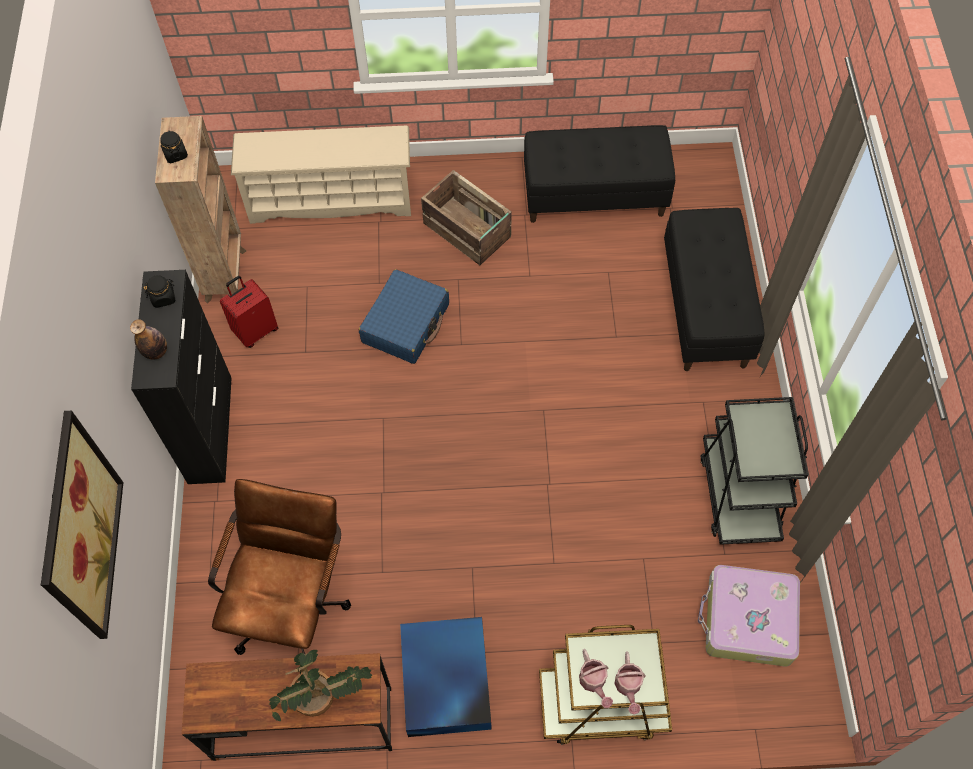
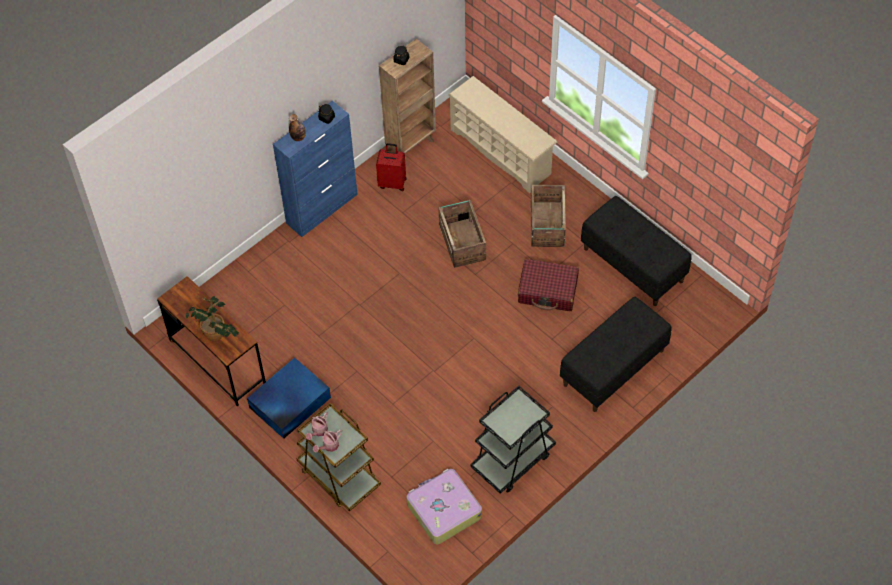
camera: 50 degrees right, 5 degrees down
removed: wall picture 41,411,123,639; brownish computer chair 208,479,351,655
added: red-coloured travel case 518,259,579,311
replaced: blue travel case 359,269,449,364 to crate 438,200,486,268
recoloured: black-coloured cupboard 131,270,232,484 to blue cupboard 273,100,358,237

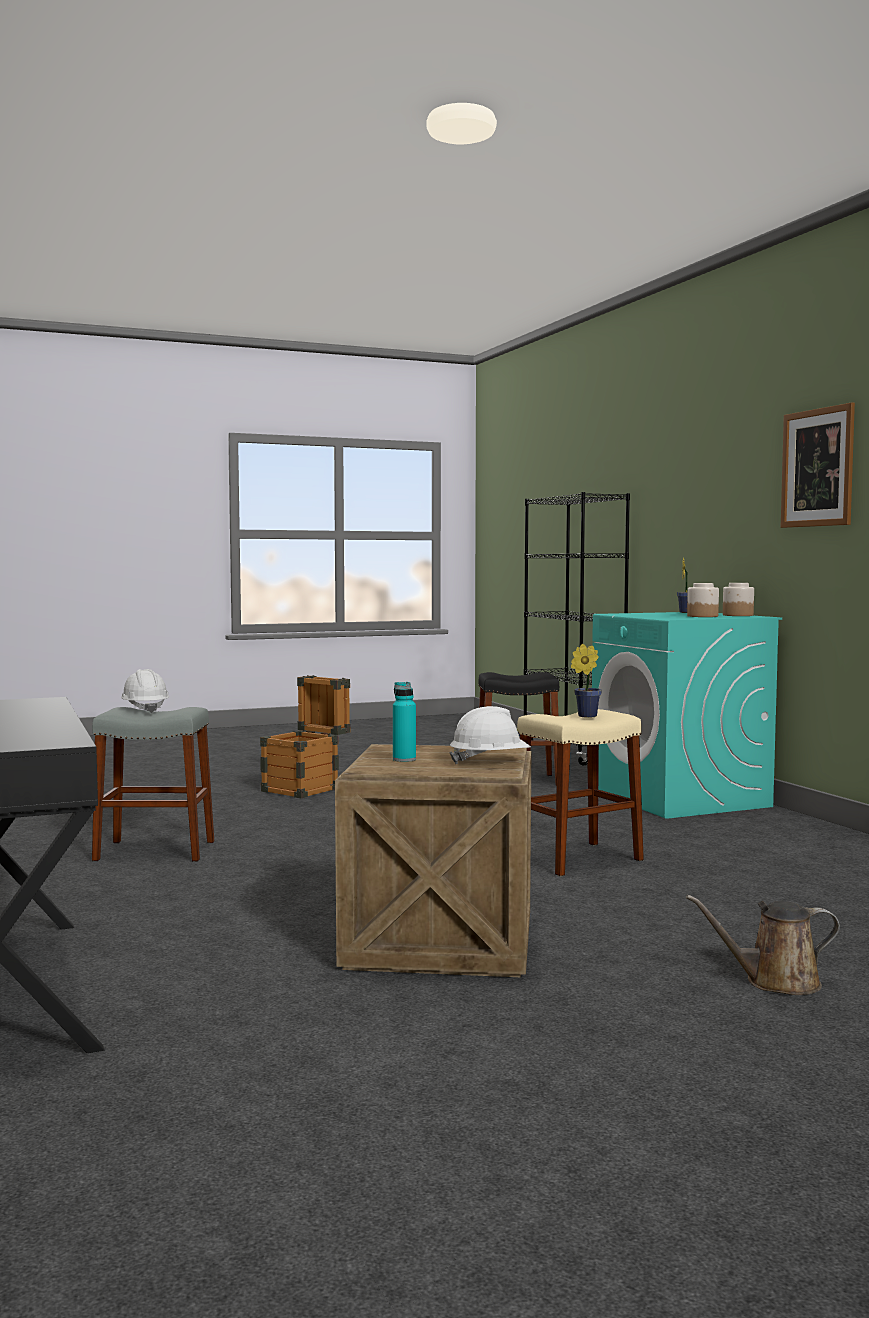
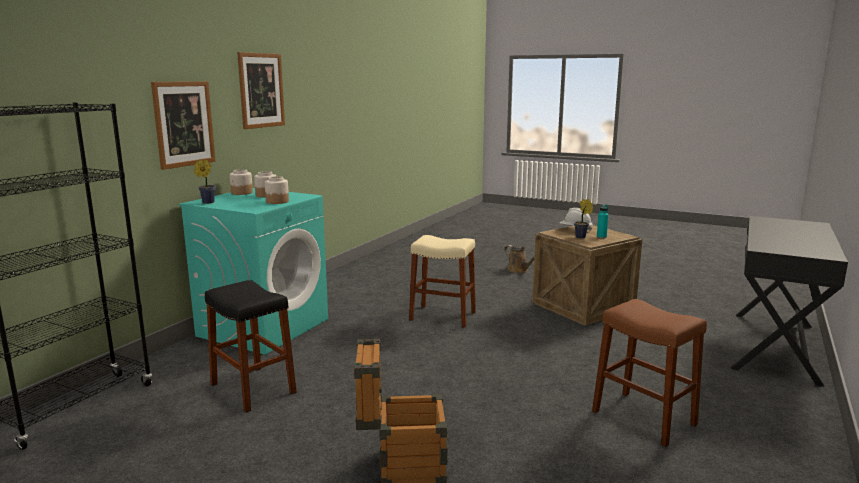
camera: 130 degrees left, 10 degrees up
removed: whitish work helmet 121,669,169,713
added: wall picture 151,81,216,170; storage jar 265,176,289,204
moved: potted plant 571,644,602,718 to 574,199,593,238
recoloured: gray sitting stool 92,707,214,862 to brownish sitting stool 592,299,707,447

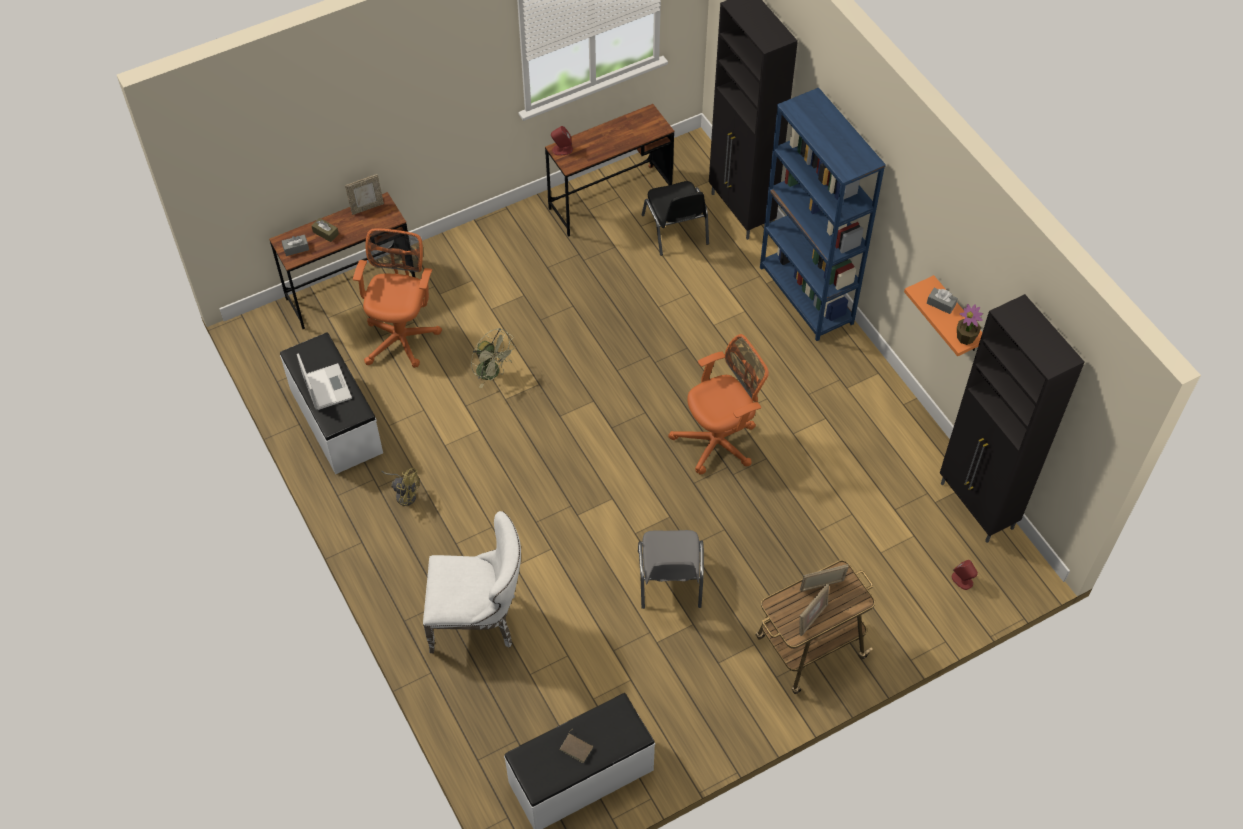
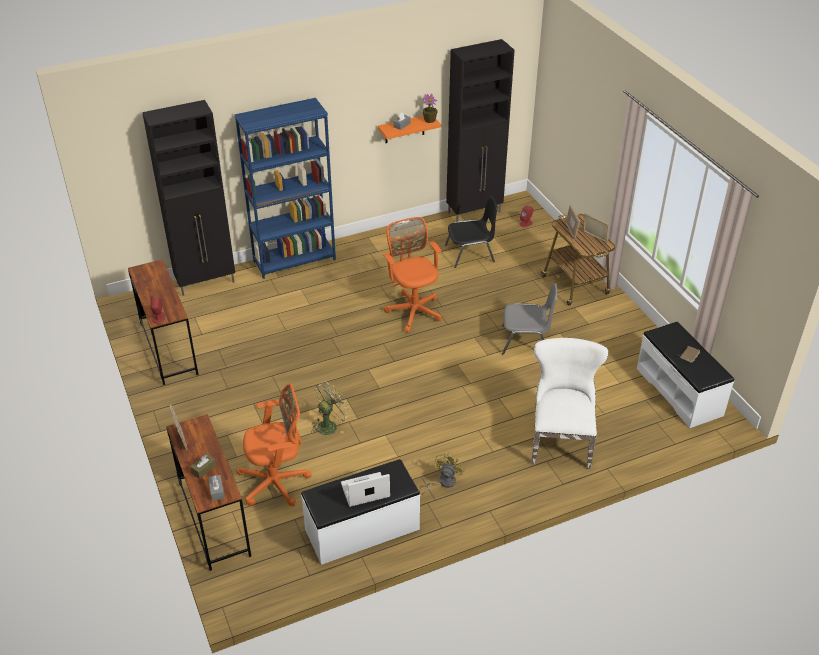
camera: 85 degrees left, 15 degrees down
moved: black-coloured chair 642,181,709,256 to 445,196,498,268
turned: orangey computer chair 353,228,442,368 = 236,383,312,506 150 degrees clockwise

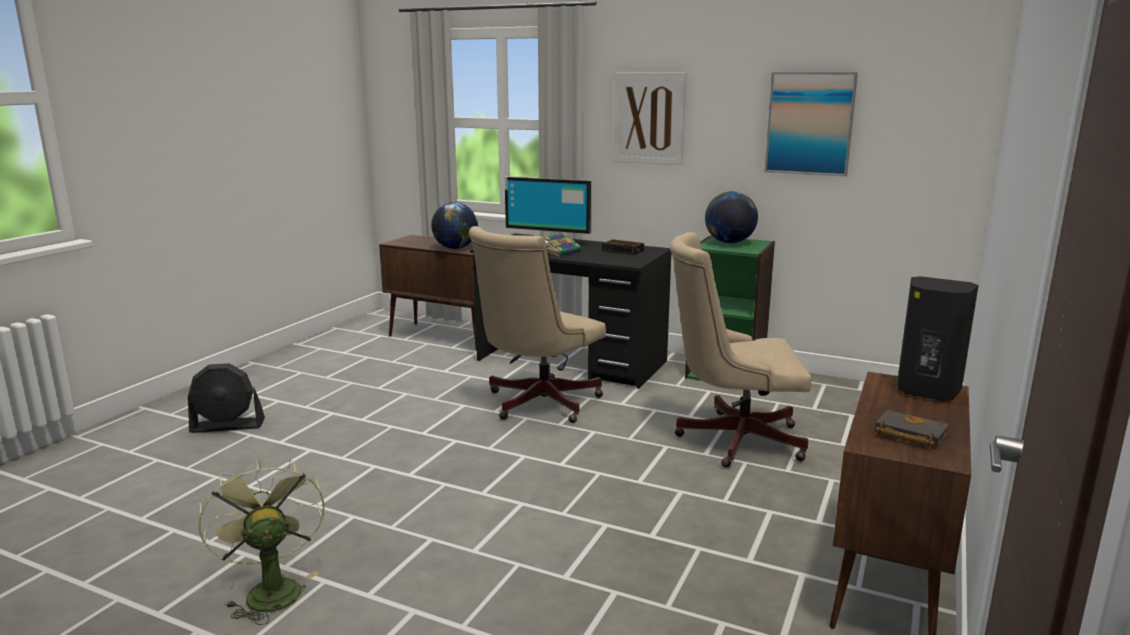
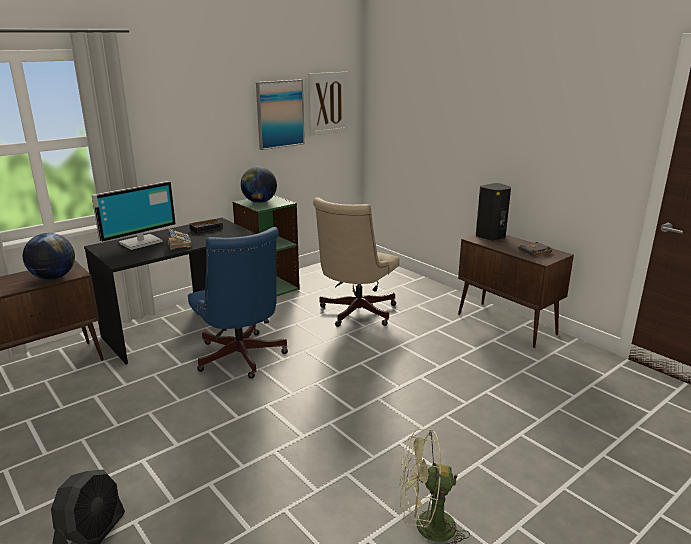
camera: 65 degrees left, 5 degrees up
moved: wall picture 614,73,686,165 to 308,72,348,136
recoloured: beige computer chair 469,226,606,423 to blue computer chair 188,227,288,379

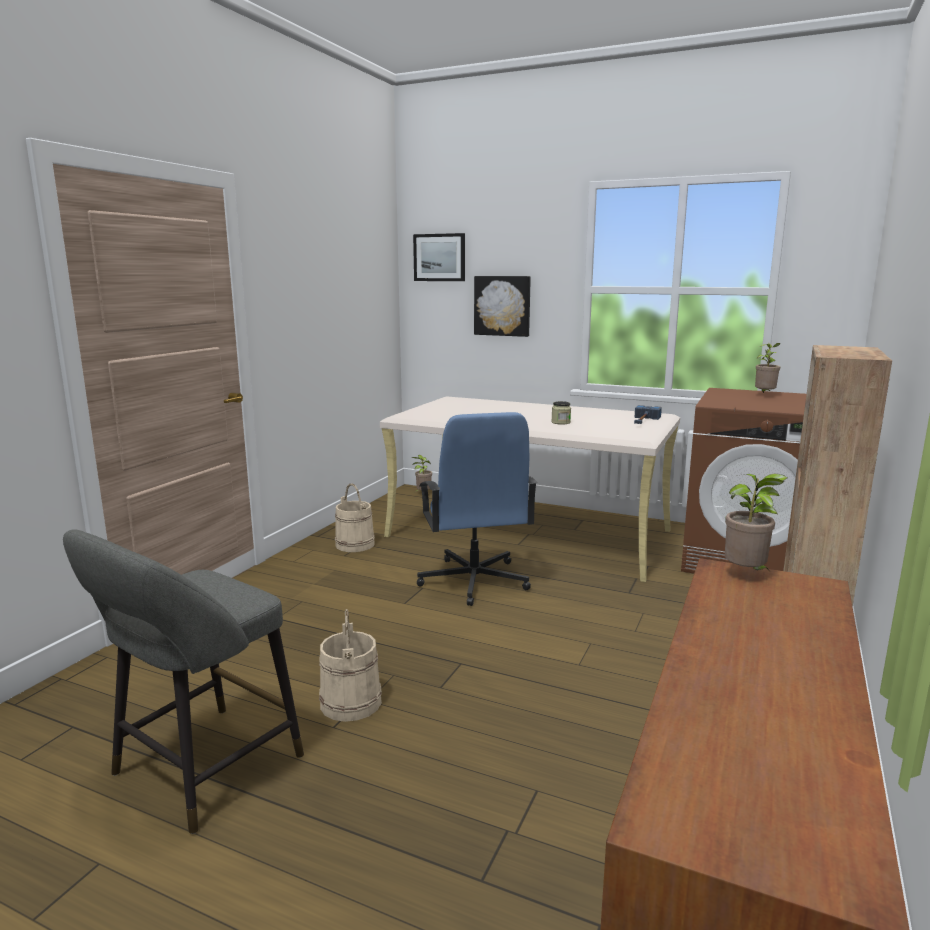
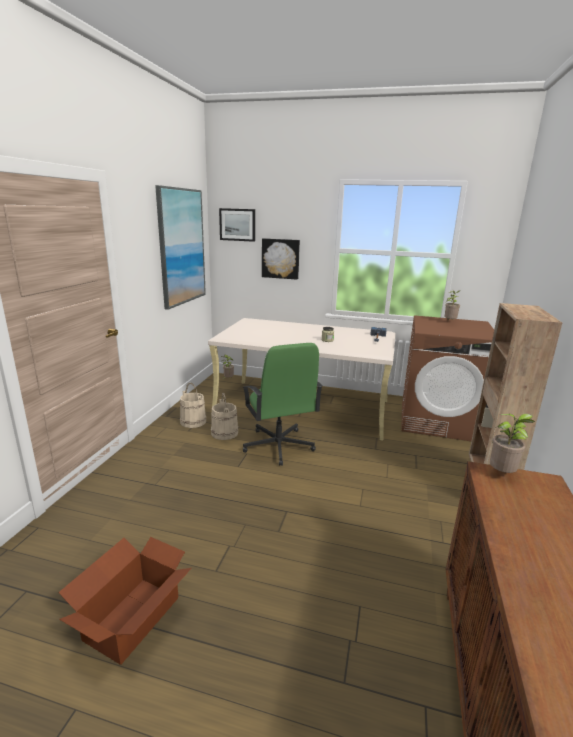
camera: 10 degrees left, 5 degrees up
added: wall picture 155,185,206,310
moved: beige water bucket 319,609,382,722 to 211,392,239,440
replaced: gray sitting stool 63,529,304,834 to packing box 58,537,192,665
recoloured: blue computer chair 417,412,538,606 to greenish computer chair 242,343,323,466

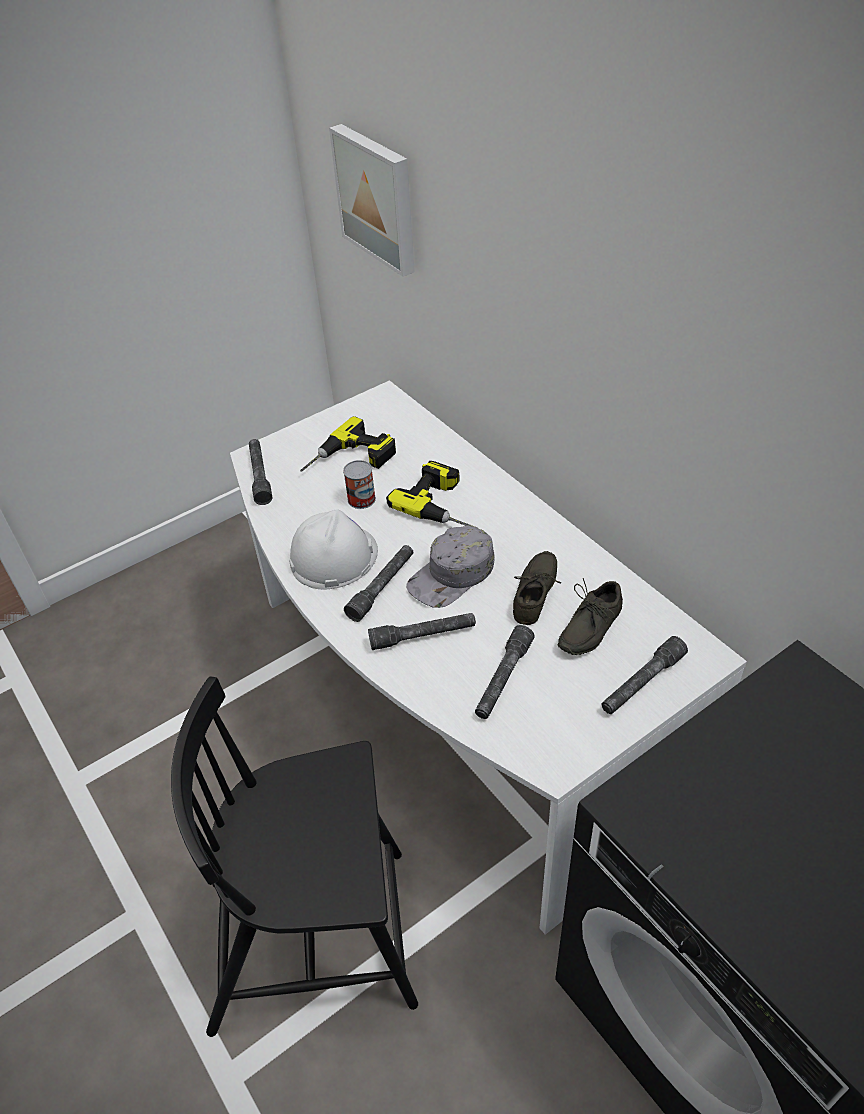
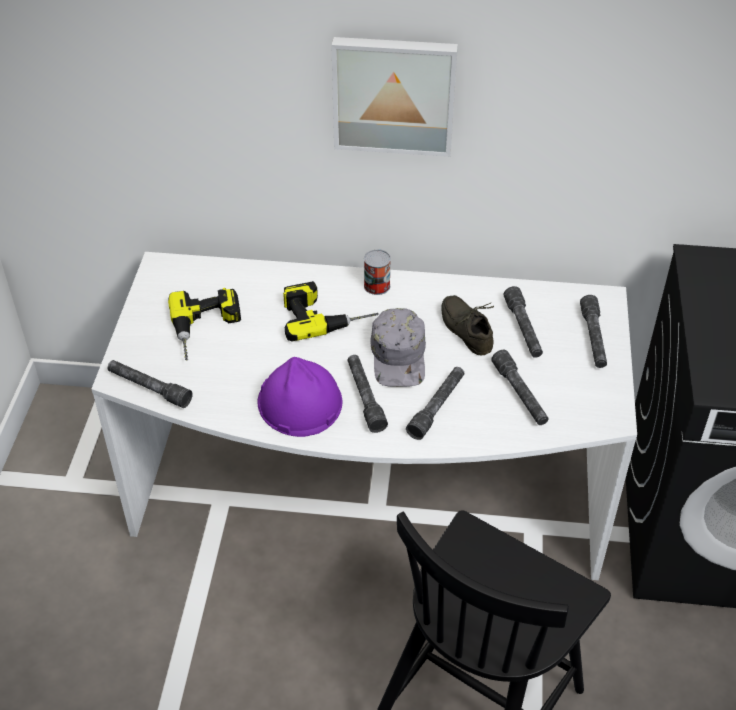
camera: 50 degrees left, 0 degrees up
moved: wall picture 329,124,415,277 to 331,37,458,157; sealed can 343,460,376,509 to 364,249,391,295
replaced: gray low shoe 558,578,623,655 to gray flashlight 503,286,543,358
recoloured: whitish work helmet 289,509,378,589 to purplish work helmet 258,357,342,437

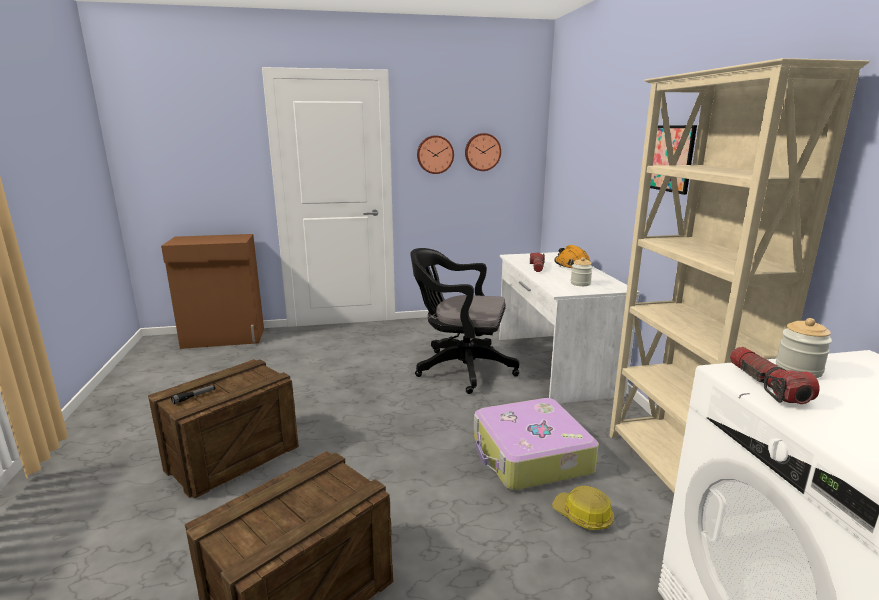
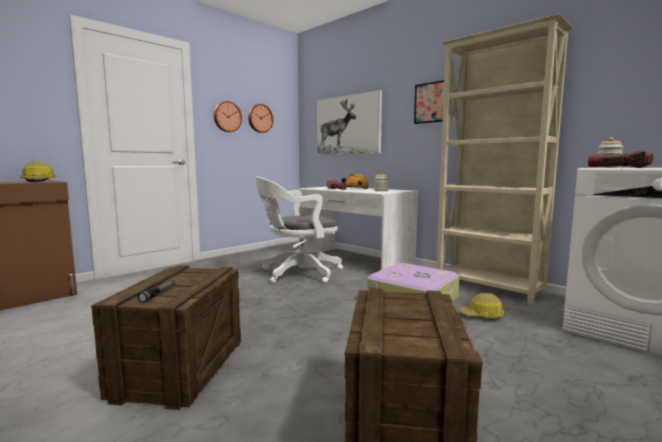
camera: 35 degrees left, 10 degrees down
added: wall picture 317,90,382,155; work helmet 20,161,56,182
recoloured: black-coloured computer chair 410,248,520,394 to whitish computer chair 255,176,343,284

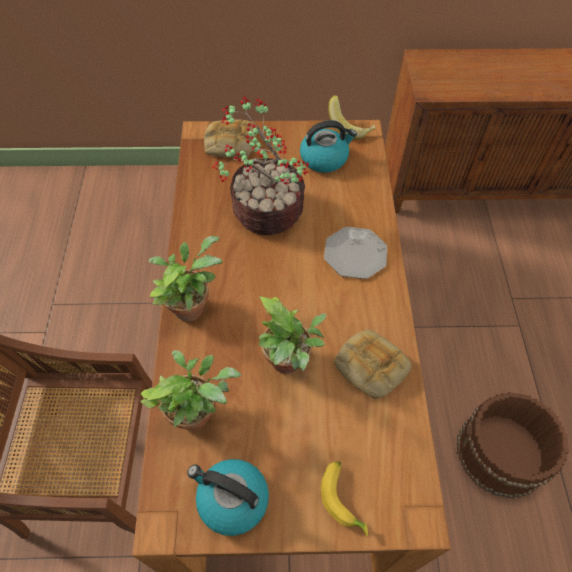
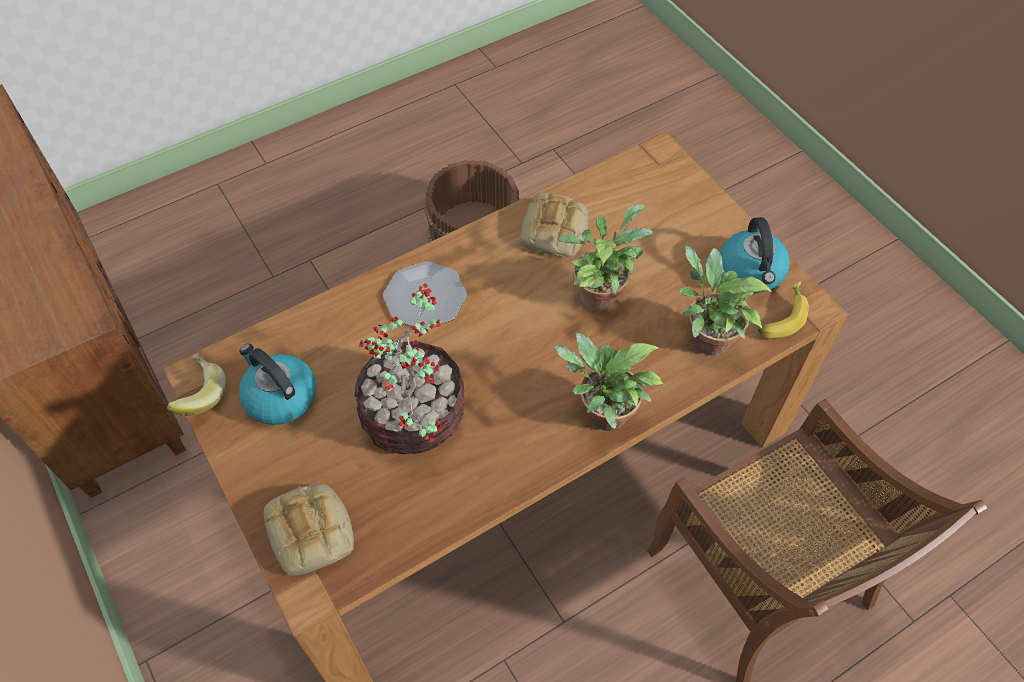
camera: 120 degrees left, 0 degrees up
moved: whole banana 321,461,368,536 to 758,282,809,339

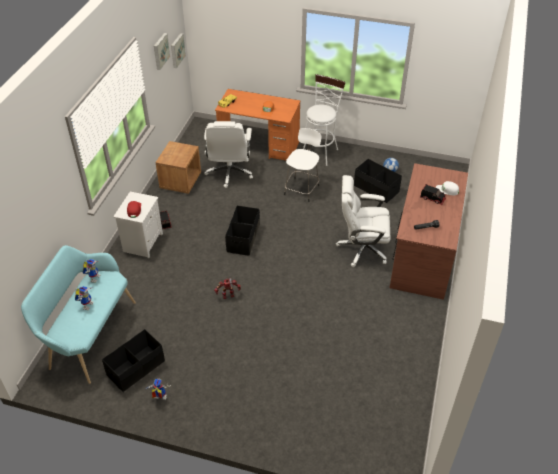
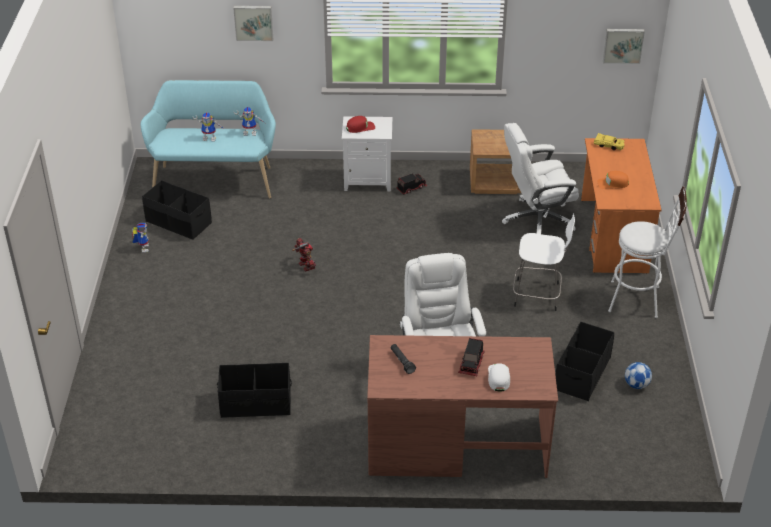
camera: 75 degrees right, 5 degrees down
moved: wall picture 154,33,170,70 to 233,6,273,41; black-coloured storage box 225,206,260,256 to 217,363,292,418

